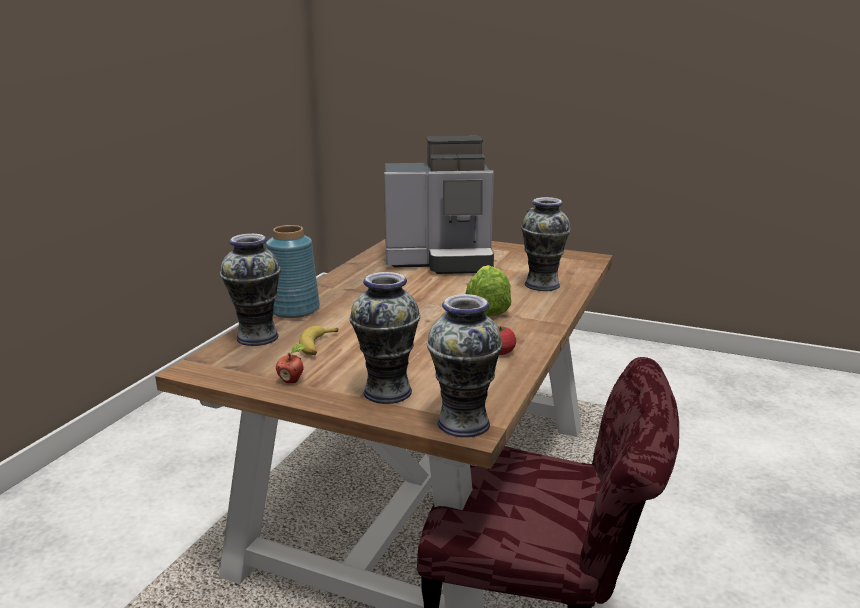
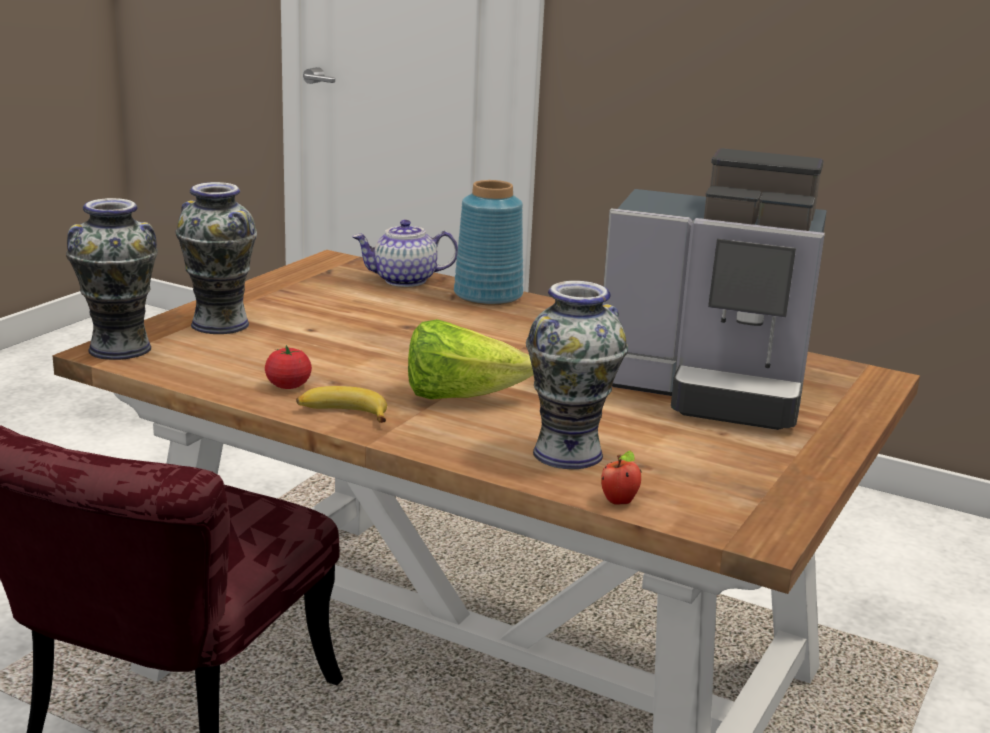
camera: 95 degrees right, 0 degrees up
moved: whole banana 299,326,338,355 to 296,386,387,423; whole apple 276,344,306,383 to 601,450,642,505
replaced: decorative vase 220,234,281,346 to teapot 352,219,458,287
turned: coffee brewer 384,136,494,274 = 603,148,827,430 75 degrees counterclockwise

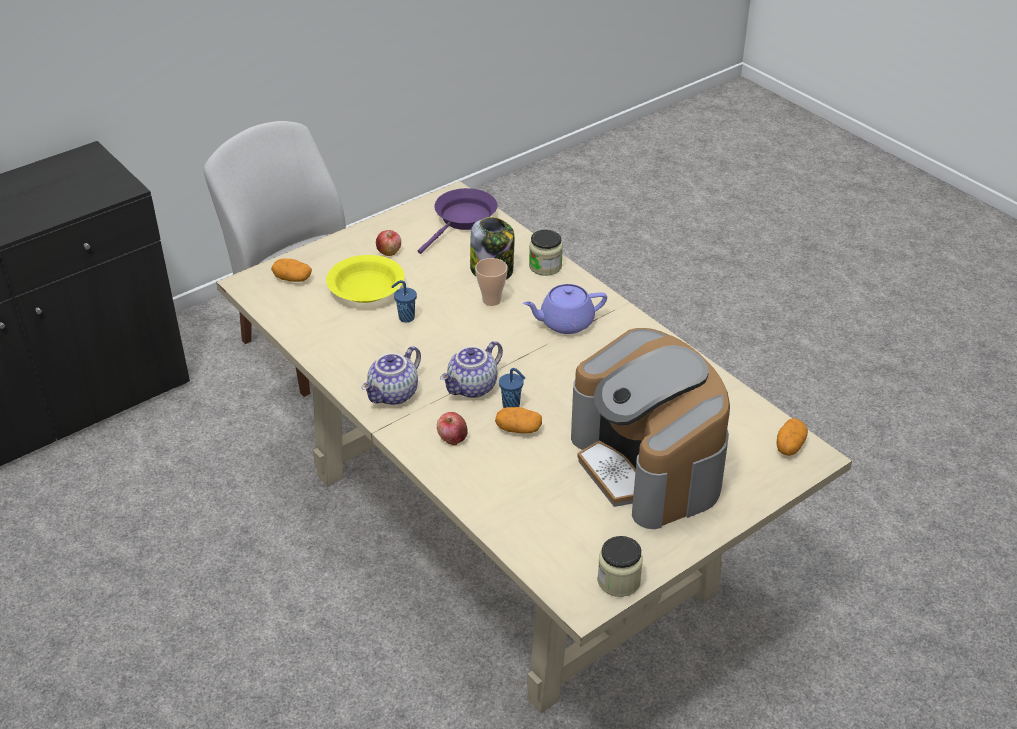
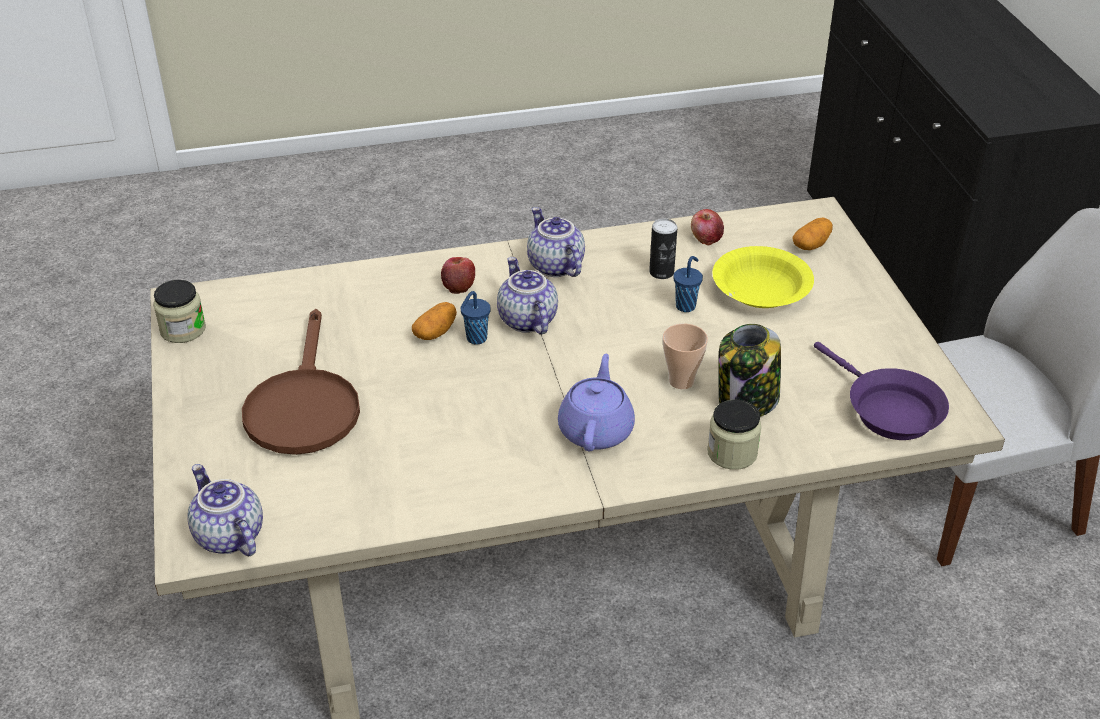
camera: 115 degrees right, 0 degrees up
added: sealed can 649,219,677,279
moved: whole apple 376,230,401,256 to 691,209,724,246
replaced: coffee brewer 571,328,730,529 to brownish frying pan 242,309,360,455; whole potato 776,418,808,456 to teapot 188,464,263,556

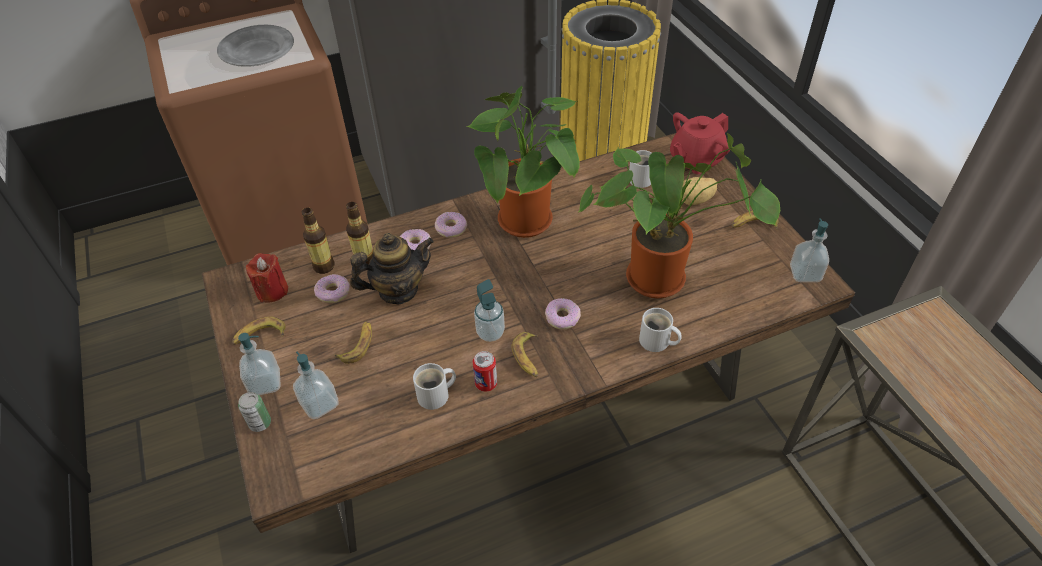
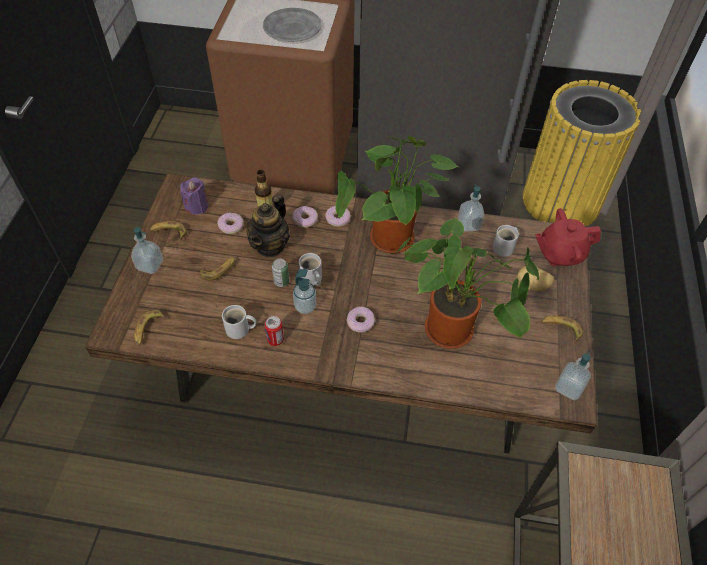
camera: 30 degrees right, 5 degrees up
removed: drink bottle 302,207,334,274
moved: whitish tea mug 639,308,682,352 to 299,253,322,286; whole banana 511,332,538,377 to 134,310,166,346; soap dispenser 293,352,339,419 to 458,184,484,232; sealed can 238,392,271,432 to 272,258,289,287
recoloured: red-coloured candle 246,253,288,303 to purplish candle 180,177,209,214
turned: teapot 350,233,434,304 = 247,194,290,257 105 degrees clockwise

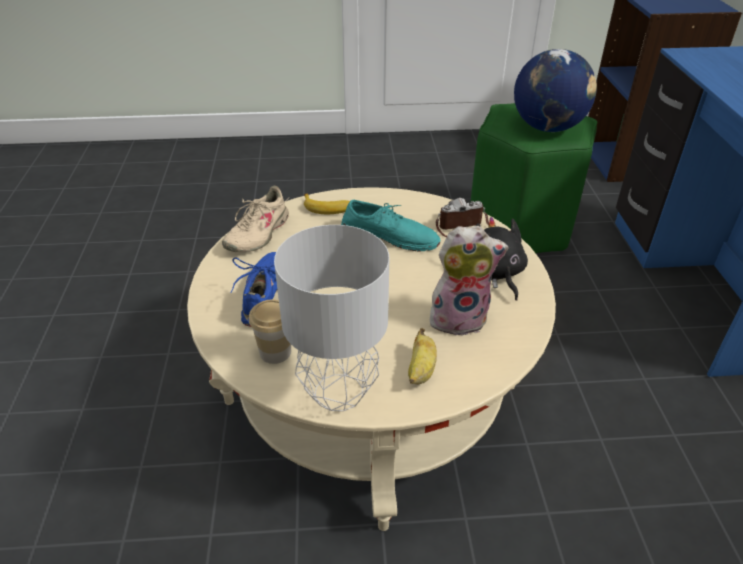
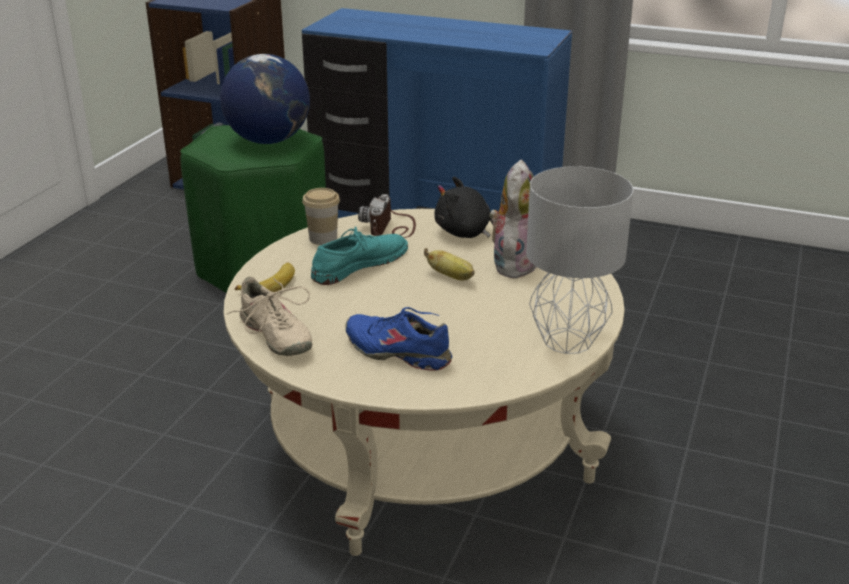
camera: 65 degrees left, 10 degrees down
moved: small cup 249,299,291,364 to 302,188,340,245; whole banana 408,328,437,384 to 424,248,475,280

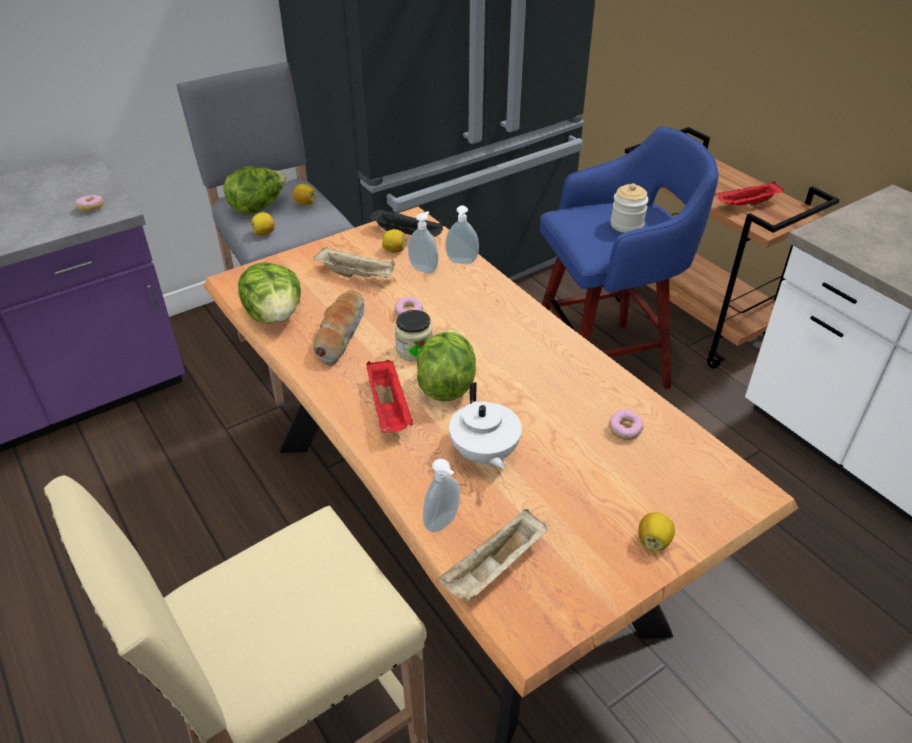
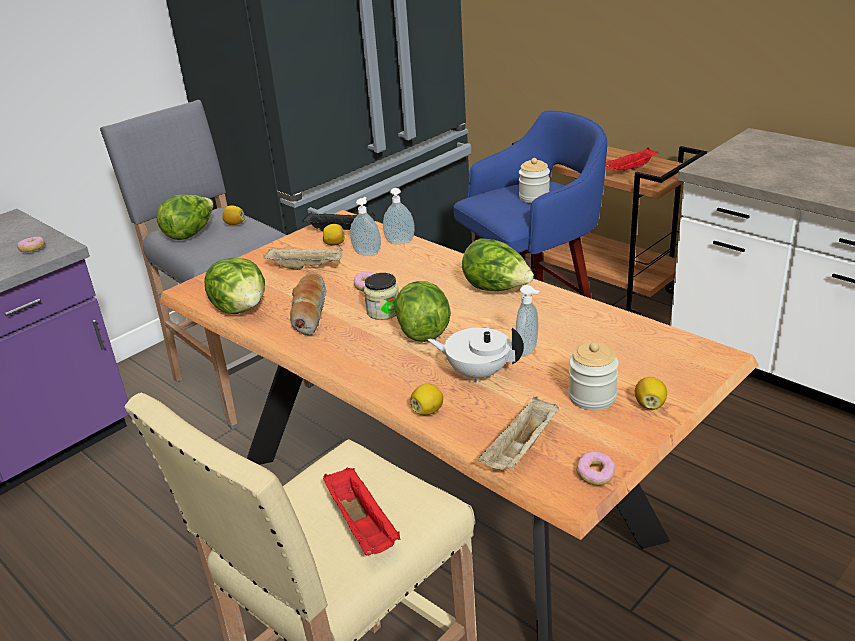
camera: 10 degrees left, 10 degrees down
added: head of lettuce 462,238,534,291; storage jar 568,342,619,410
moved: whole lemon 251,212,275,235 to 410,383,443,415; red-coloured carrying tray 366,360,413,433 to 323,467,400,556; doughnut 609,410,644,440 to 576,451,615,486; soap dispenser 423,459,460,533 to 516,285,540,357
turned: whitish teapot 449,382,522,468 = 428,327,524,383 135 degrees clockwise

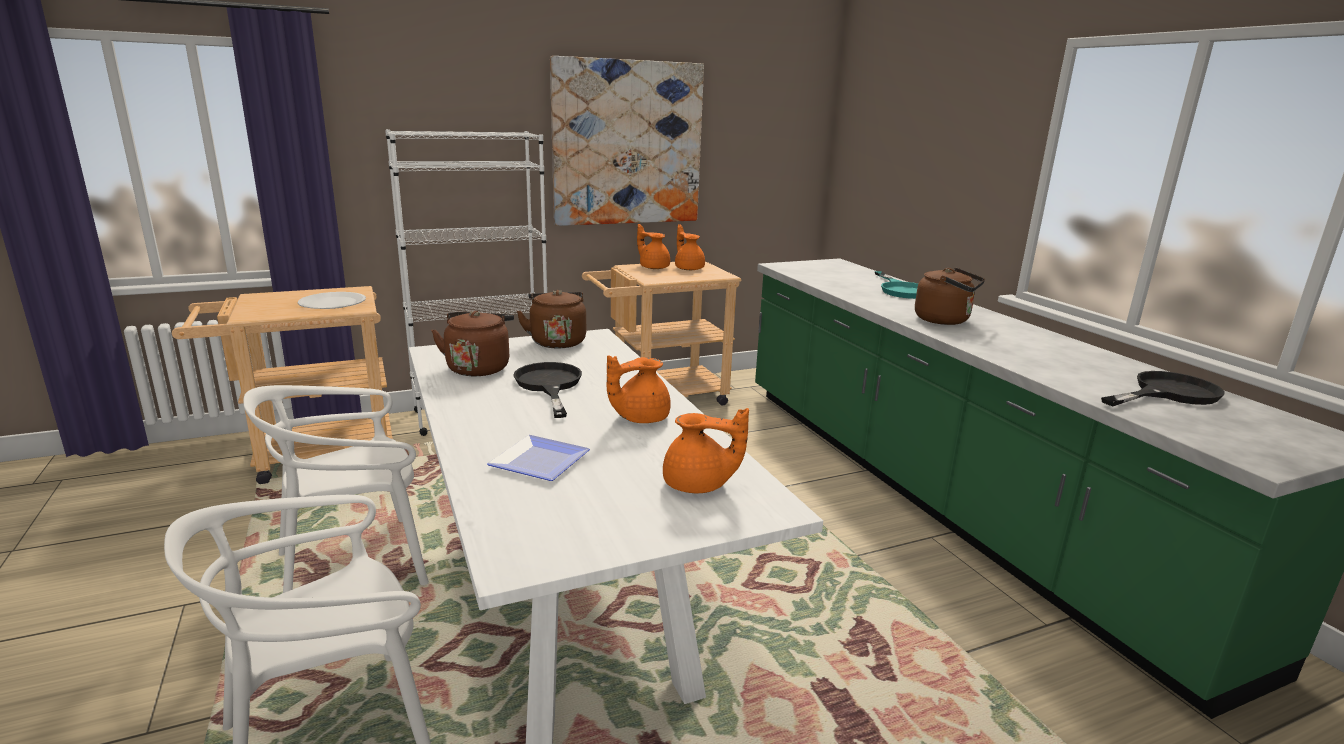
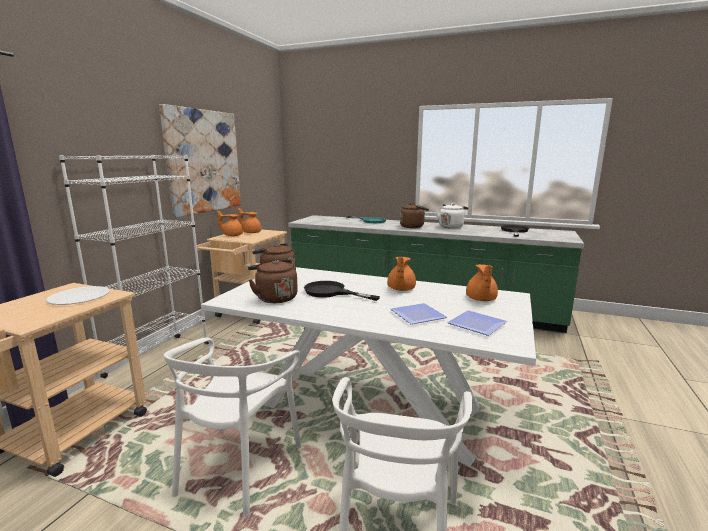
camera: 45 degrees left, 5 degrees down
added: whitish tea kettle 436,203,468,229; plate 447,310,508,336
turned: orangey teapot 663,408,749,493 = 466,264,498,301 135 degrees clockwise

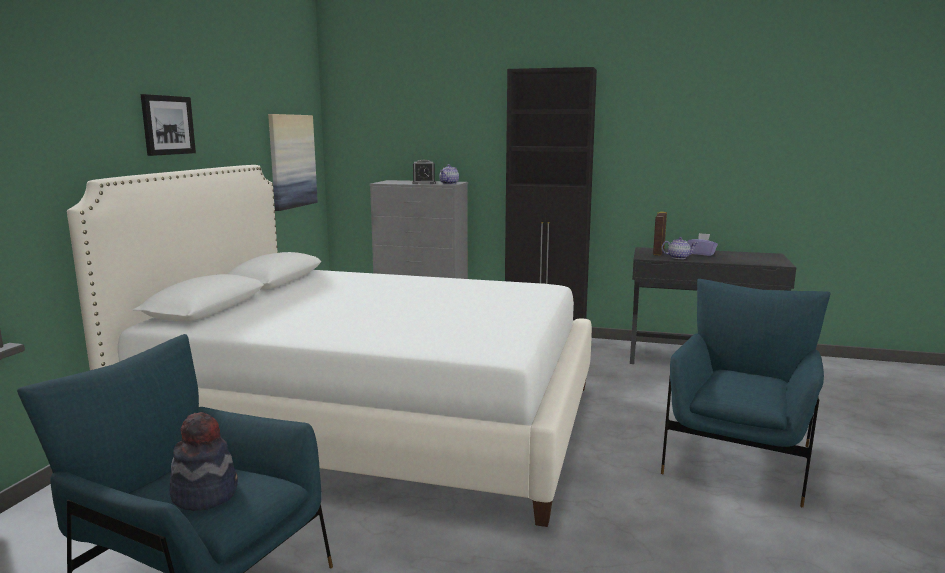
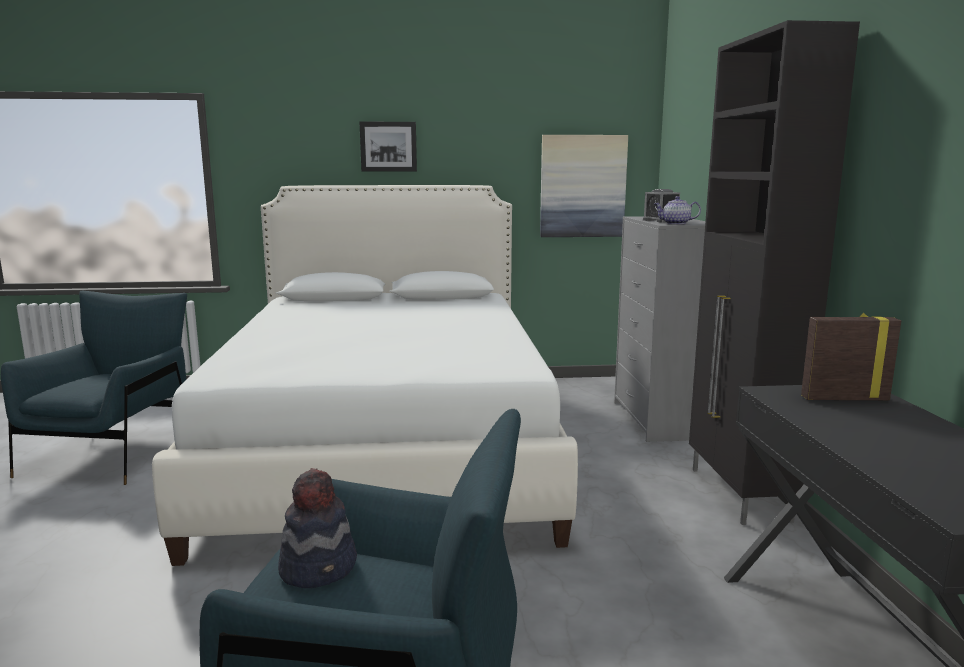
camera: 70 degrees right, 0 degrees up
removed: purplish tissue box 688,233,718,256; teapot 661,237,697,259
moved: hat 170,412,238,511 to 278,468,357,588

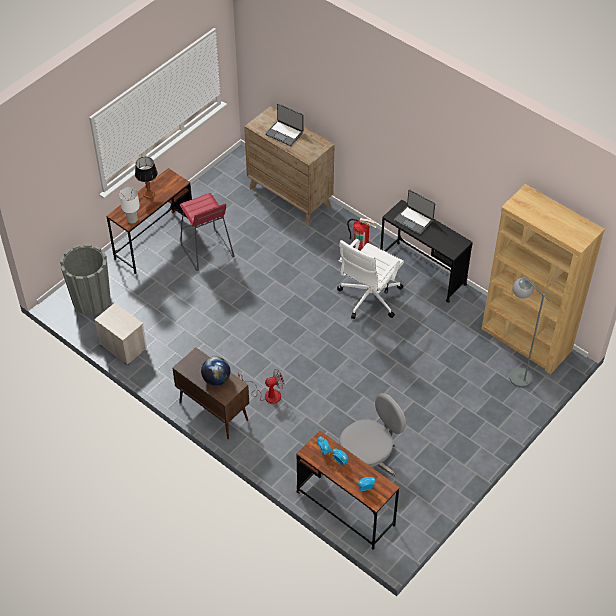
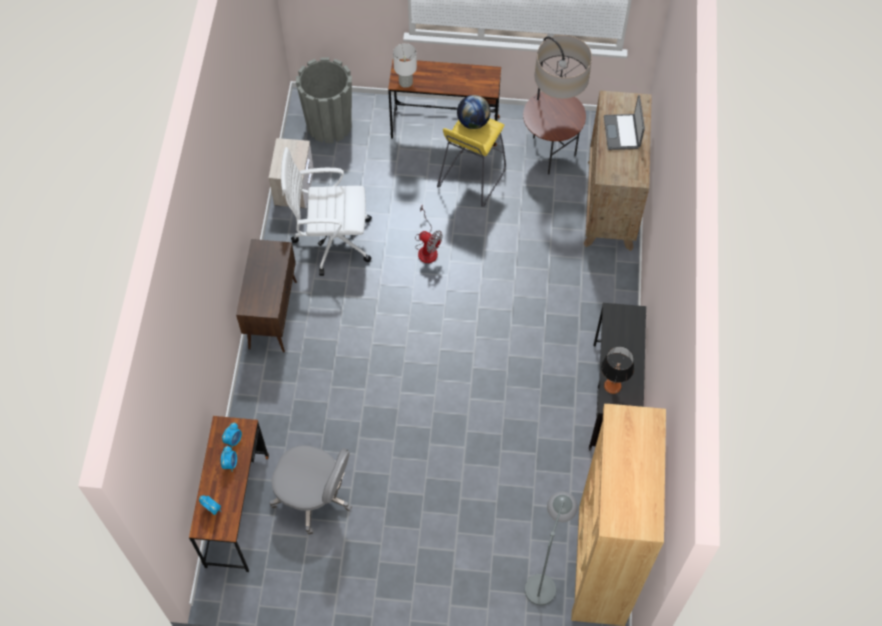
camera: 55 degrees right, 10 degrees up
removed: portable computer 394,189,435,235; fire extinguisher 347,218,376,251
added: floor lamp 523,35,592,175
moved: tabletop lamp 135,157,158,198 to 601,346,634,394; whitish computer chair 337,239,404,319 to 281,147,372,276; globe 201,356,231,386 to 457,95,491,129; cooling fan 238,369,284,404 to 415,205,443,263
recoloured: red-coloured sitting stool 180,193,234,271 to yellow-coloured sitting stool 437,118,506,207

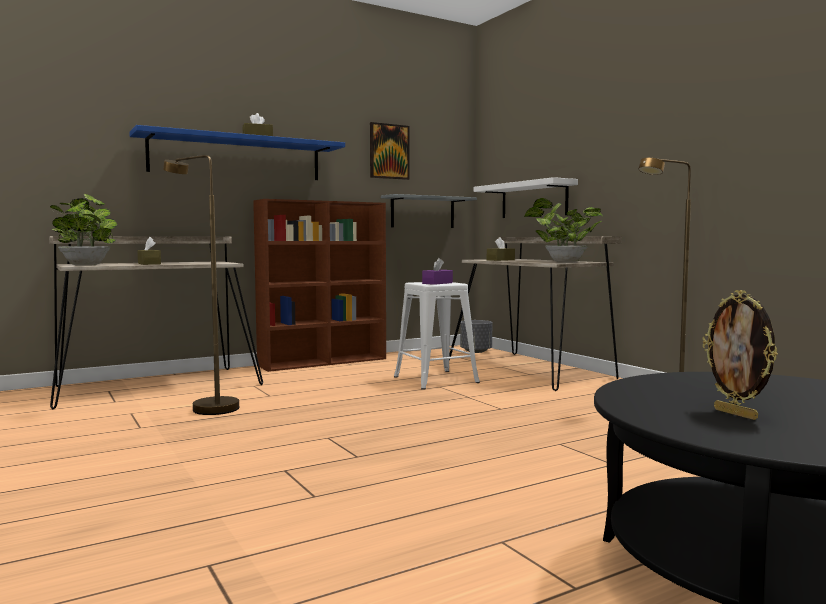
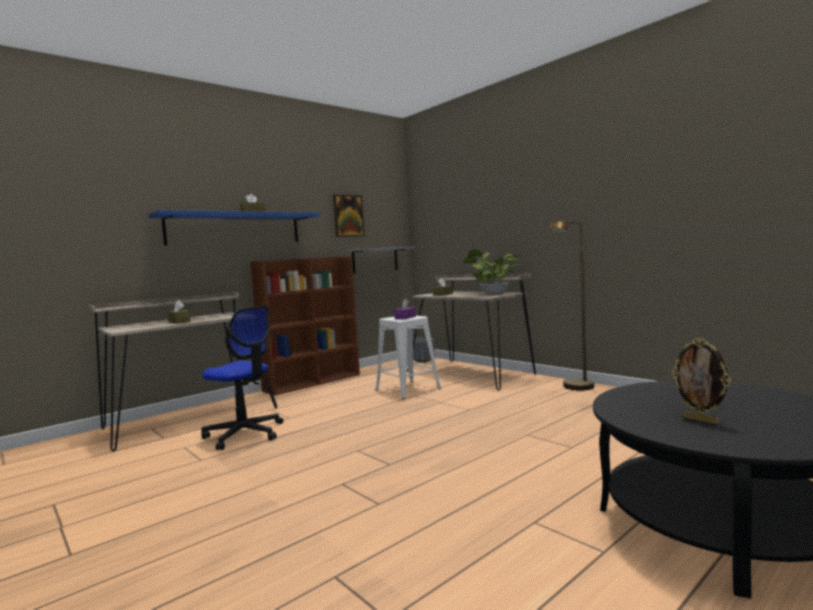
camera: 10 degrees left, 0 degrees up
removed: whitish bracket shelf 474,177,578,218; potted plant 50,194,117,266
replaced: brownish floor lamp 163,155,239,415 to computer chair 201,305,283,450

